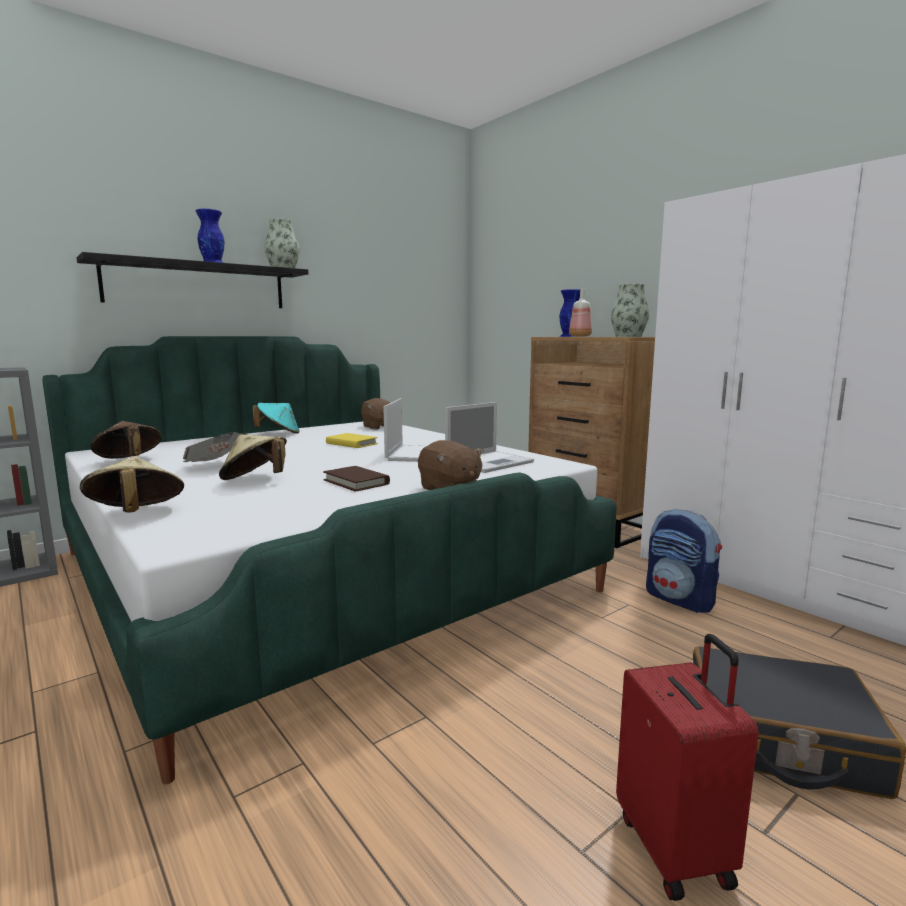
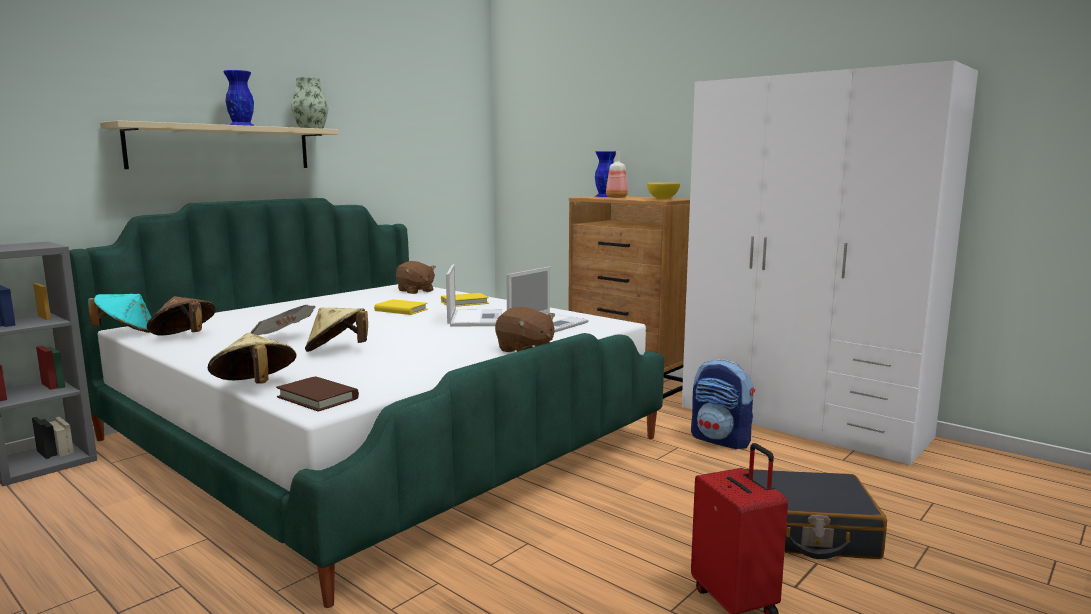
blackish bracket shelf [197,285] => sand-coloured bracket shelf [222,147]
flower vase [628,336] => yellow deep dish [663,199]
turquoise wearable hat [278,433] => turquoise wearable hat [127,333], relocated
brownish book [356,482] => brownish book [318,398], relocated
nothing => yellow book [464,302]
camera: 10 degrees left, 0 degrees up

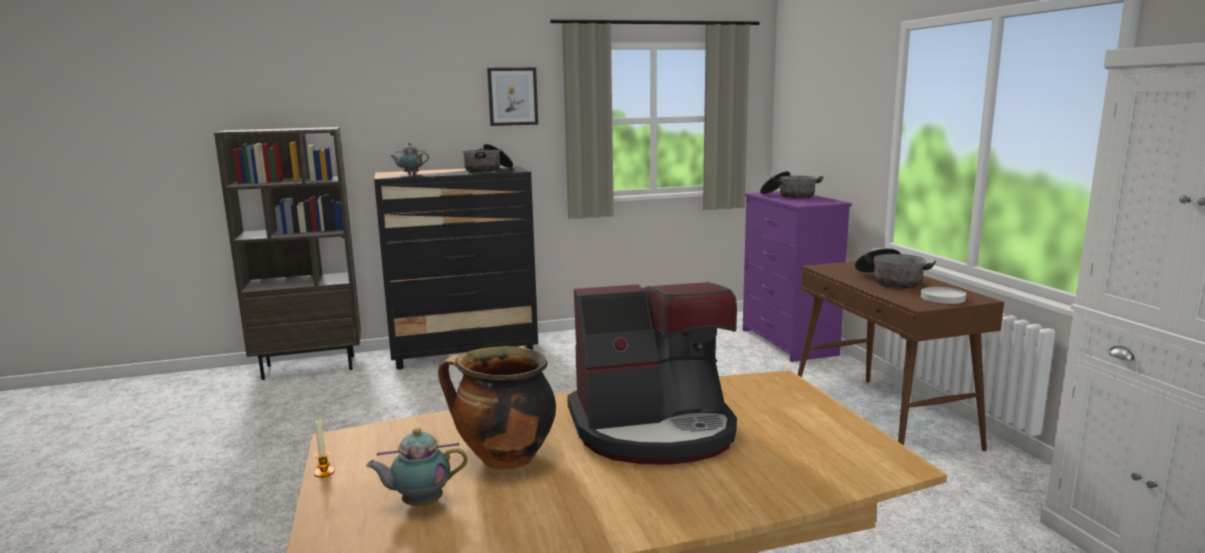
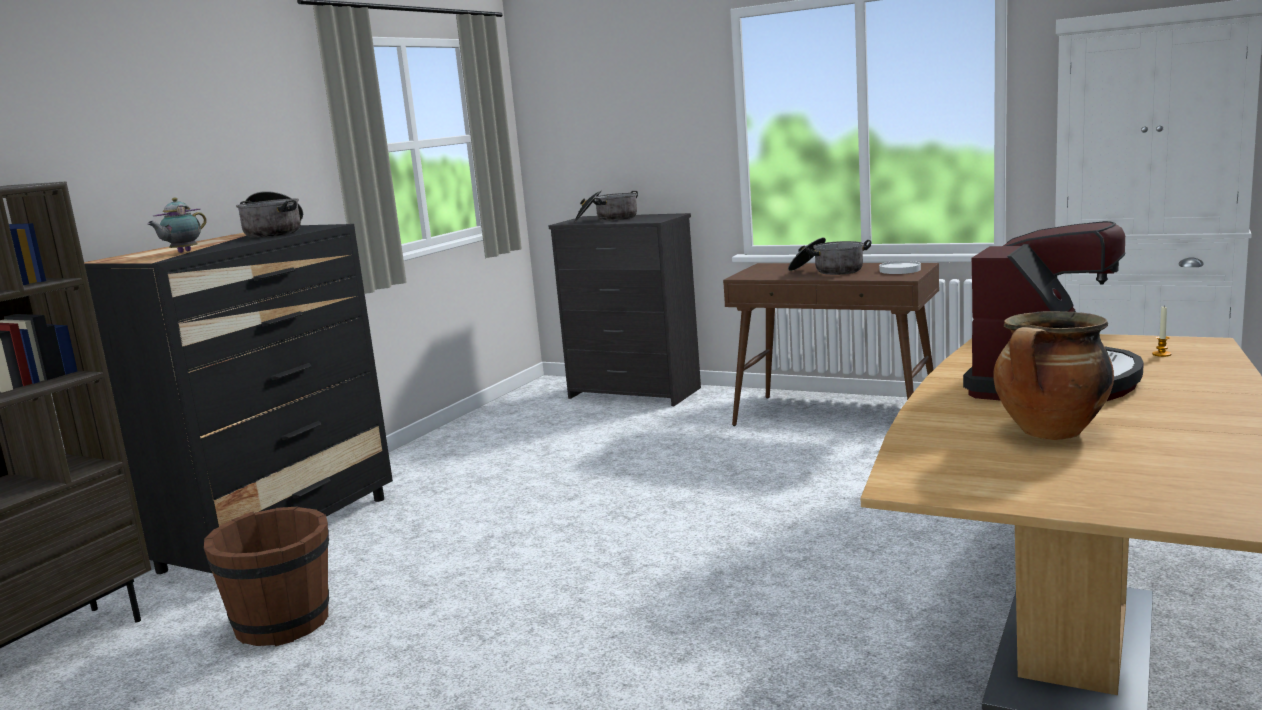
picture [512,96] => nothing
purplish drawer chest [788,342] => blackish drawer chest [635,393]
wax light [324,472] => wax light [1161,354], relocated
pot for tea [420,503] => nothing
nothing => brownish pail [283,624]
camera: 45 degrees left, 0 degrees up

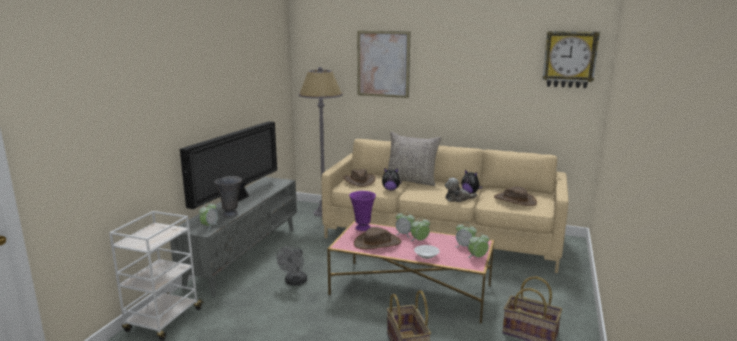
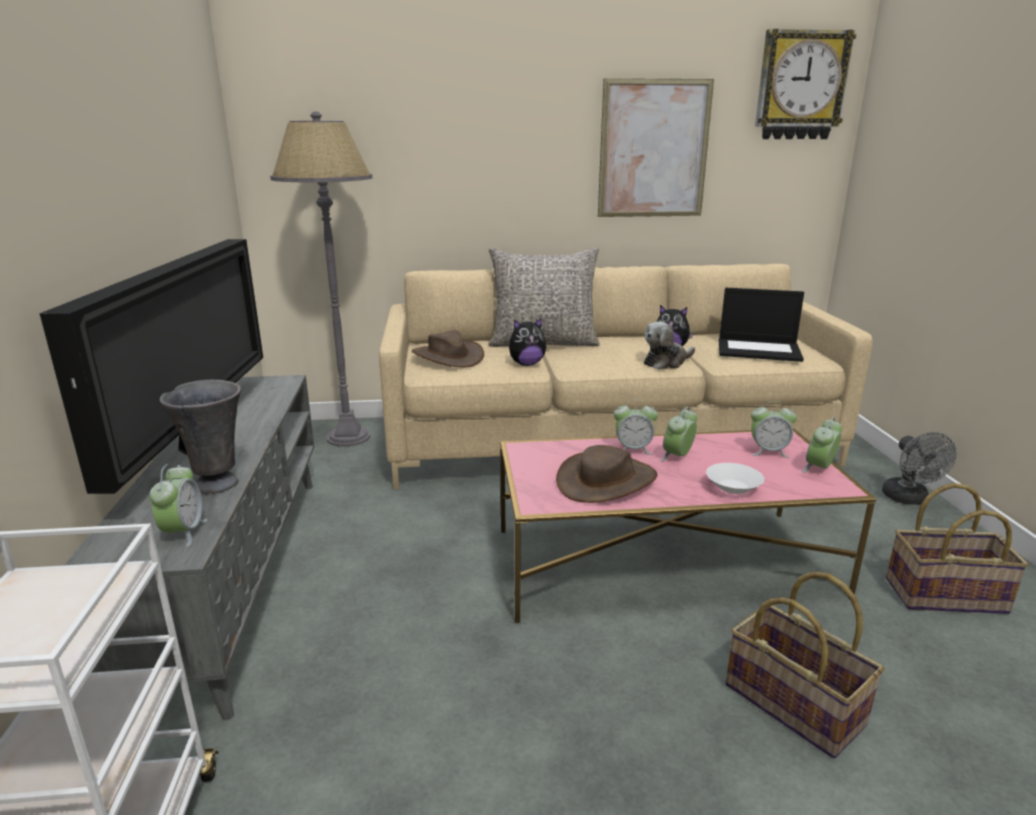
picture [383,64] => picture [654,149], relocated
brownish wearable hat [515,200] => notebook computer [759,350]
purplish flower vase [362,228] => nothing
gray electric fan [294,282] => gray electric fan [909,499], relocated
camera: 25 degrees left, 5 degrees up

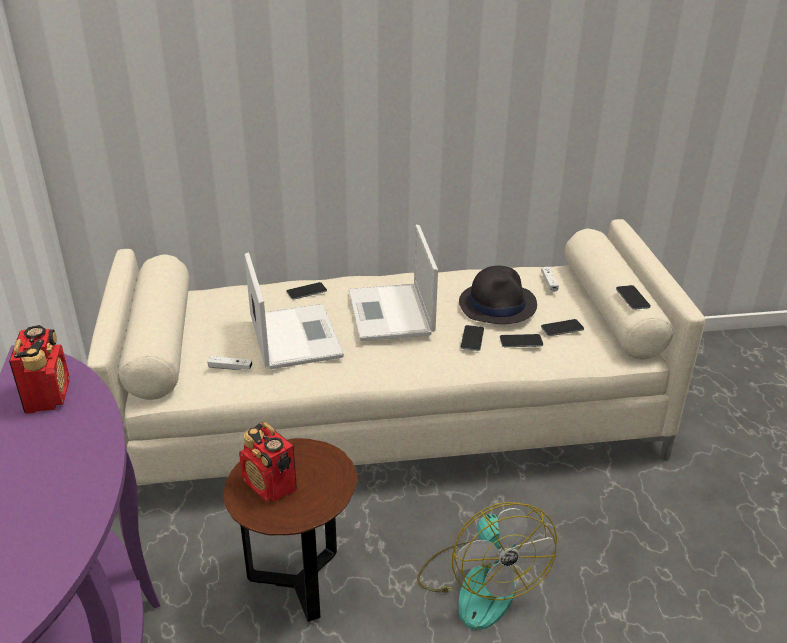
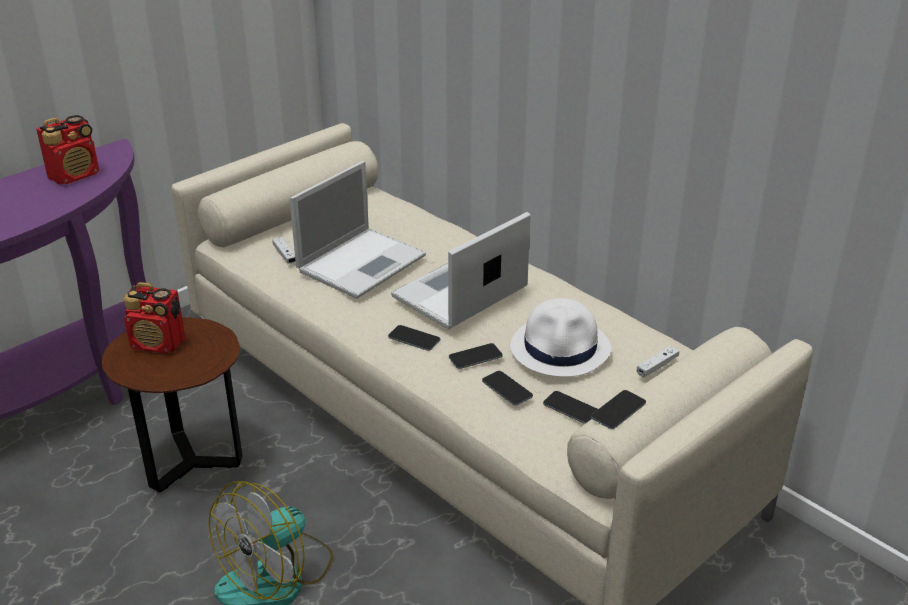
blackish wearable hat [498,304] => whitish wearable hat [561,348]
handset [306,291] => handset [414,338], relocated
radio receiver [270,486] => radio receiver [158,344], 90 degrees counterclockwise
camera: 55 degrees right, 0 degrees up

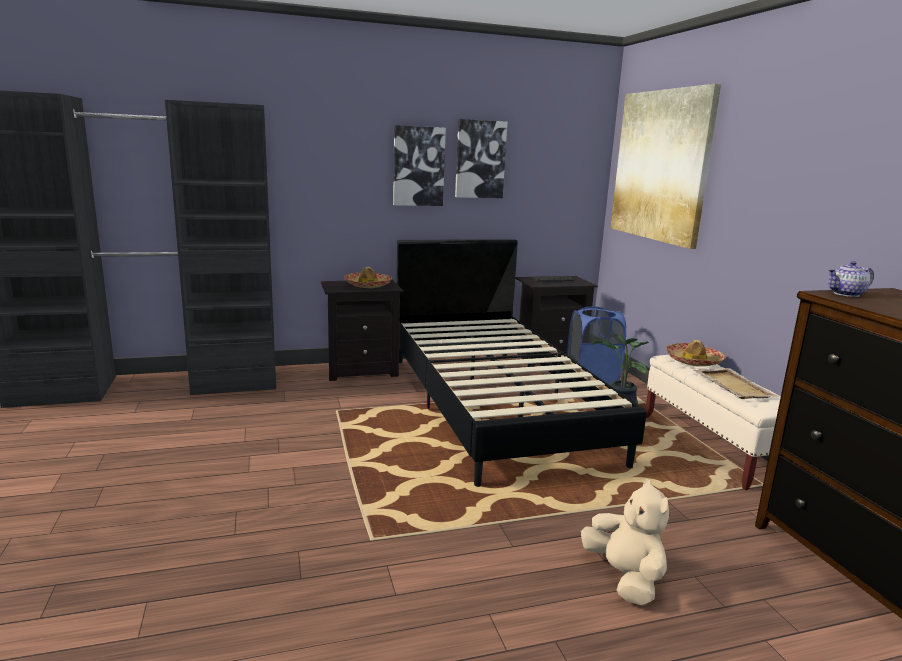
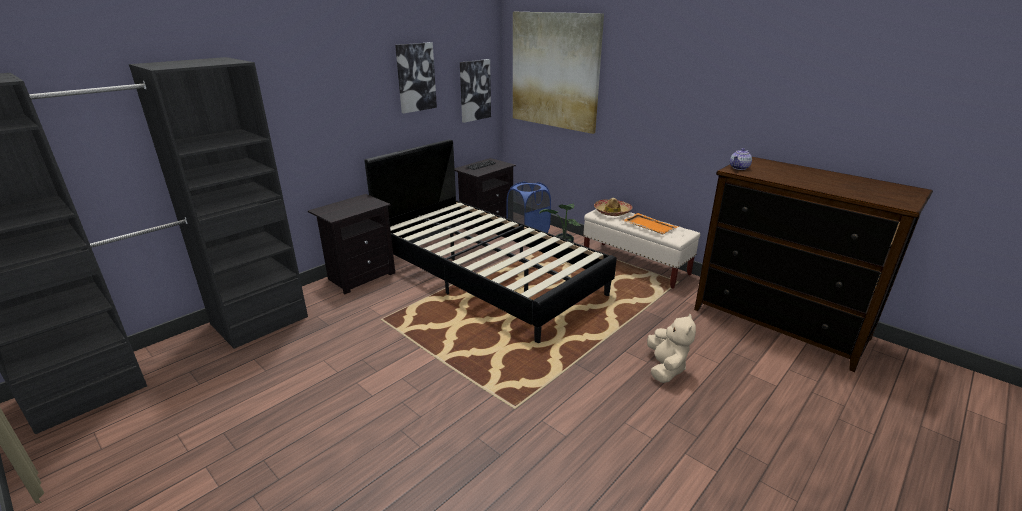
picture [418,166] => picture [474,90], relocated
wearable hat [368,285] => nothing
sand-coloured tray [733,385] => orange tray [649,225]
sand-coloured cuddly toy [624,578] => sand-coloured cuddly toy [665,368], 60 degrees clockwise
camera: 30 degrees left, 10 degrees up

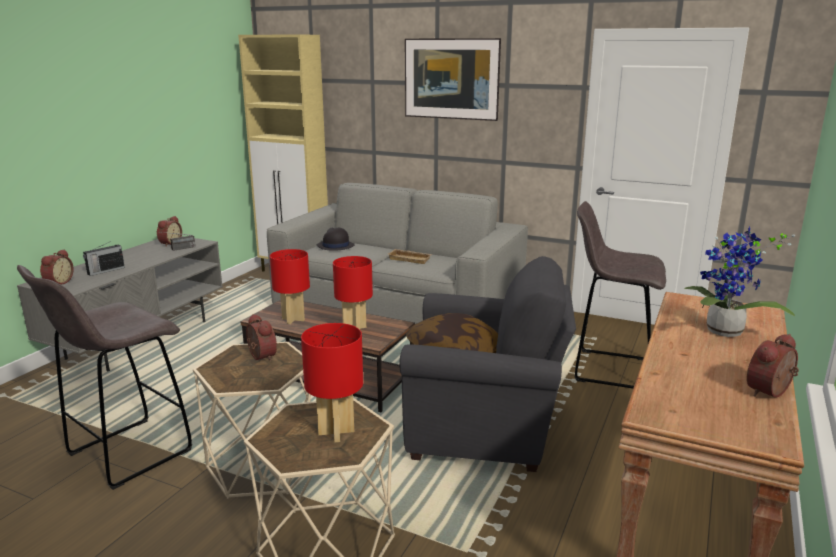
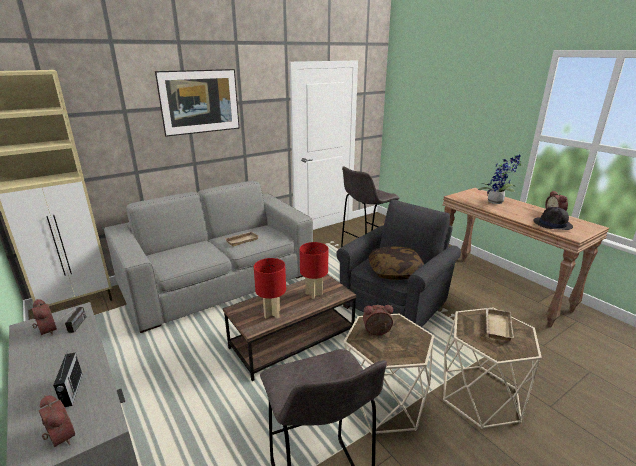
blackish wearable hat [335,246] => blackish wearable hat [552,224], relocated
red tabletop lamp [337,432] => sand-coloured tray [496,326]
camera: 60 degrees left, 5 degrees up

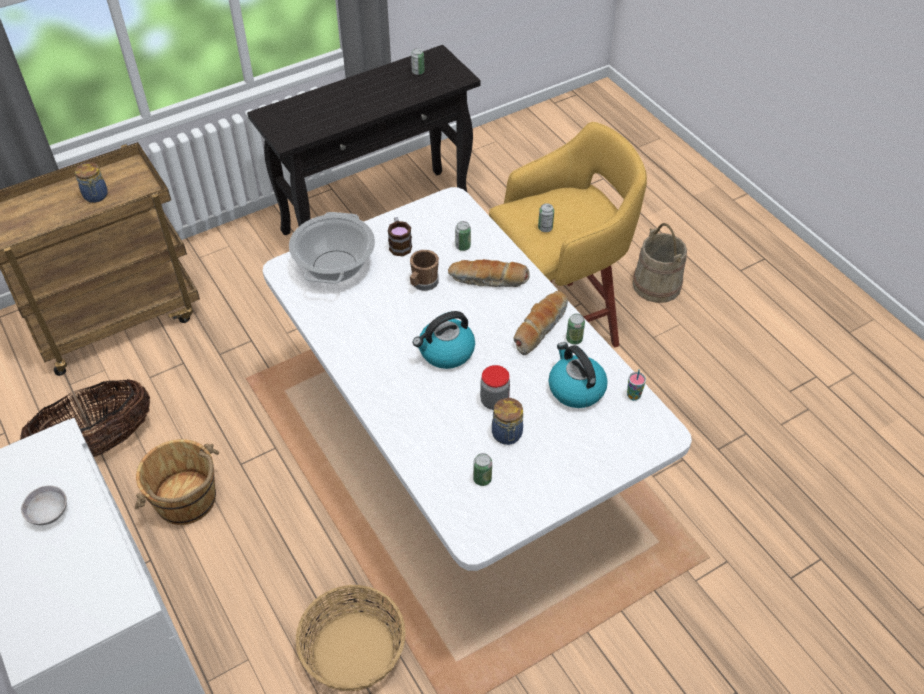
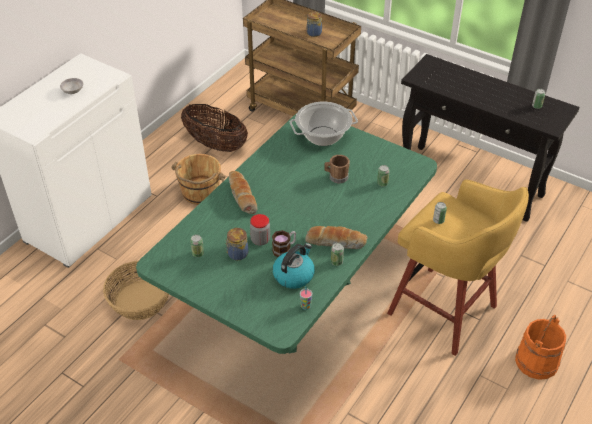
whitish dinner table [461,462] => green-coloured dinner table [295,301]
coffee mug [399,244] => coffee mug [284,249], relocated
sand-coloured pail [656,285] => orange pail [536,361]
bread [488,280] => bread [241,196], relocated
kettle [445,352] => nothing
camera: 65 degrees right, 5 degrees down

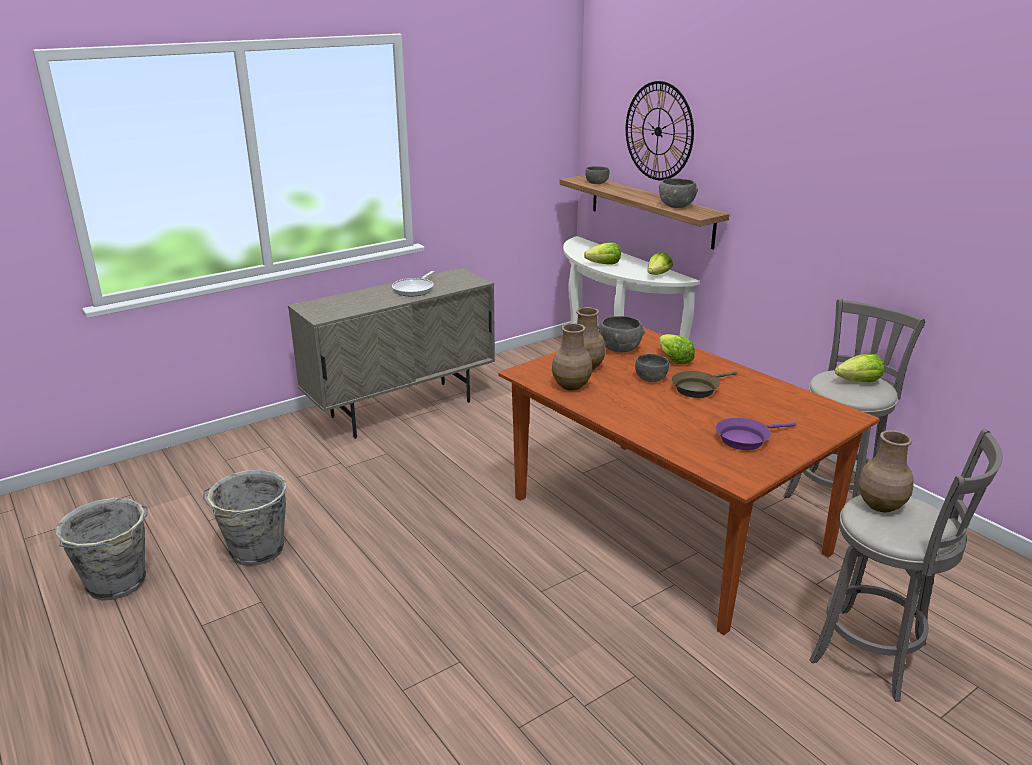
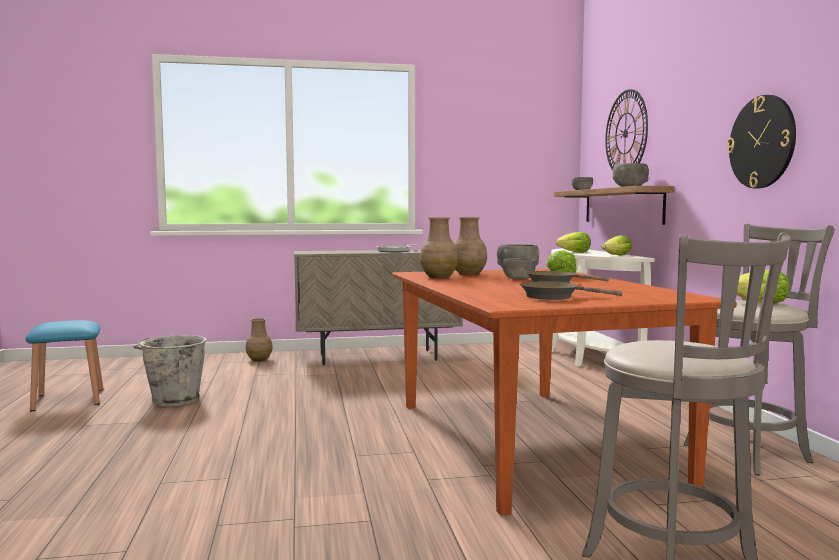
purplish skillet [746,439] => brownish skillet [554,297]
brownish flower vase [879,505] => brownish flower vase [259,360], relocated
gray pail [118,584] => blue stool seat [68,399]
nothing => clock on the wall [762,142]
camera: 25 degrees right, 20 degrees down

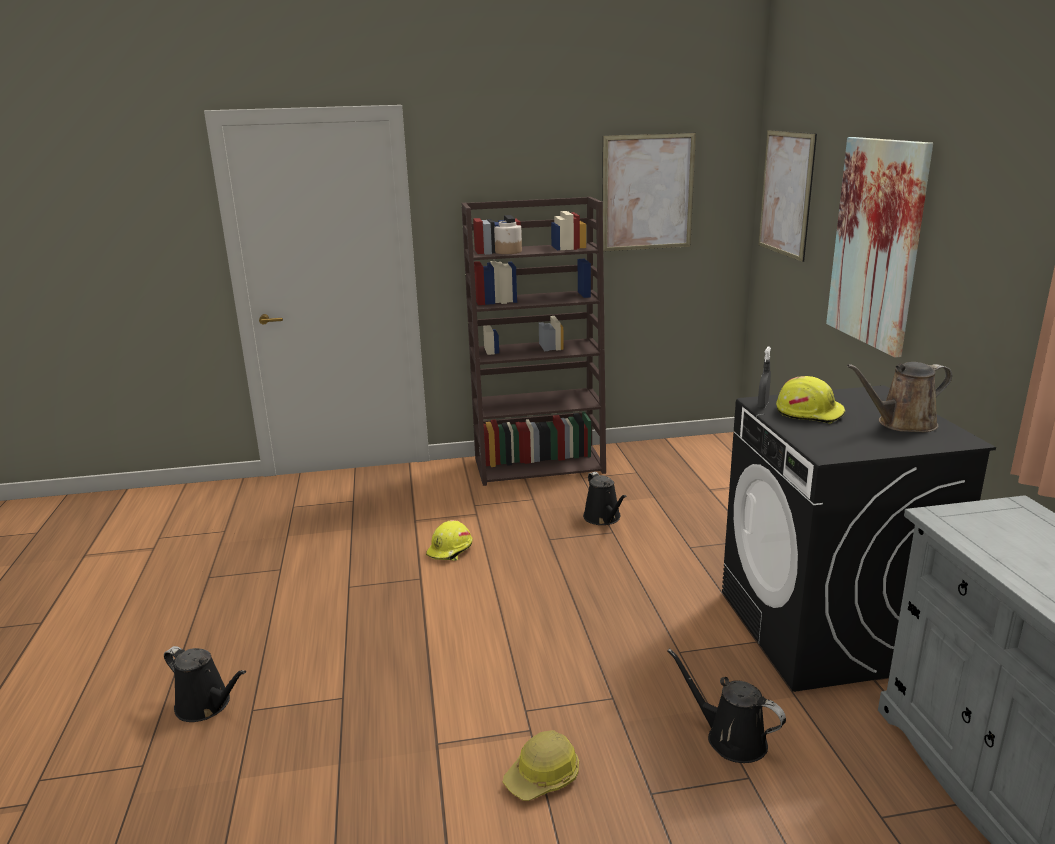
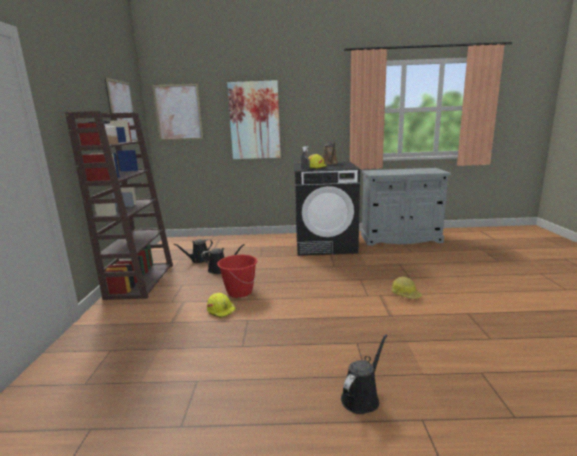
blackish watering pot [730,738] => blackish watering pot [199,260], relocated
nothing => red pail [239,292]
camera: 80 degrees left, 5 degrees down

